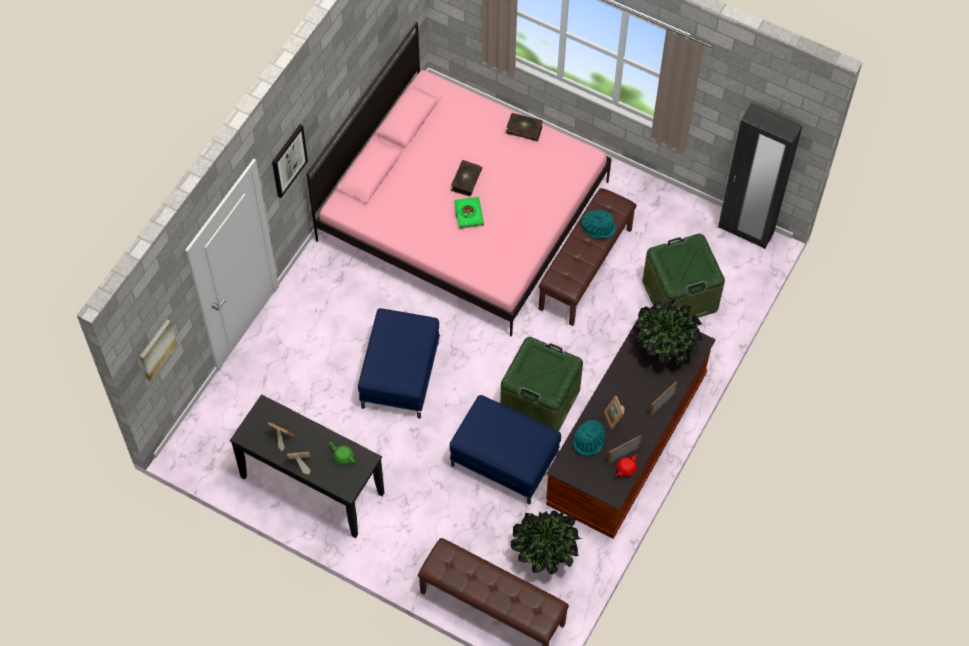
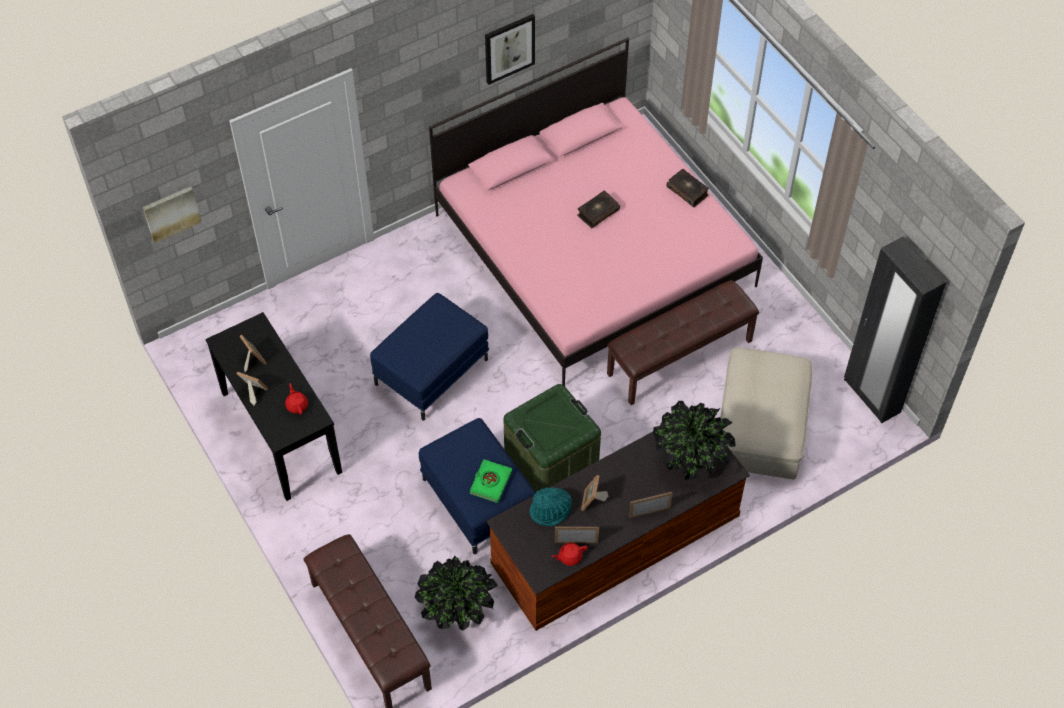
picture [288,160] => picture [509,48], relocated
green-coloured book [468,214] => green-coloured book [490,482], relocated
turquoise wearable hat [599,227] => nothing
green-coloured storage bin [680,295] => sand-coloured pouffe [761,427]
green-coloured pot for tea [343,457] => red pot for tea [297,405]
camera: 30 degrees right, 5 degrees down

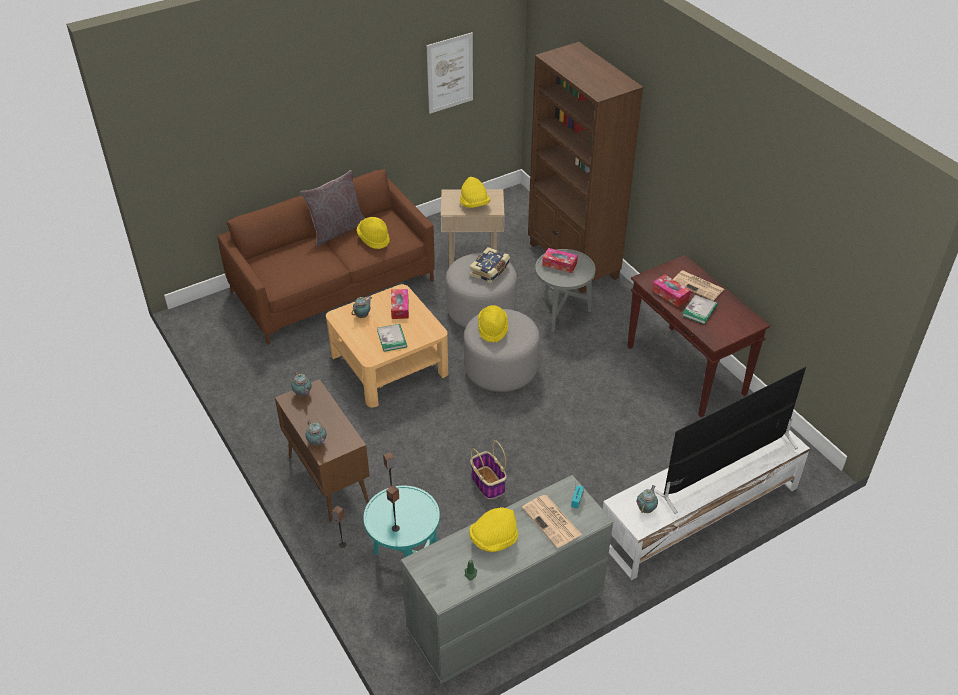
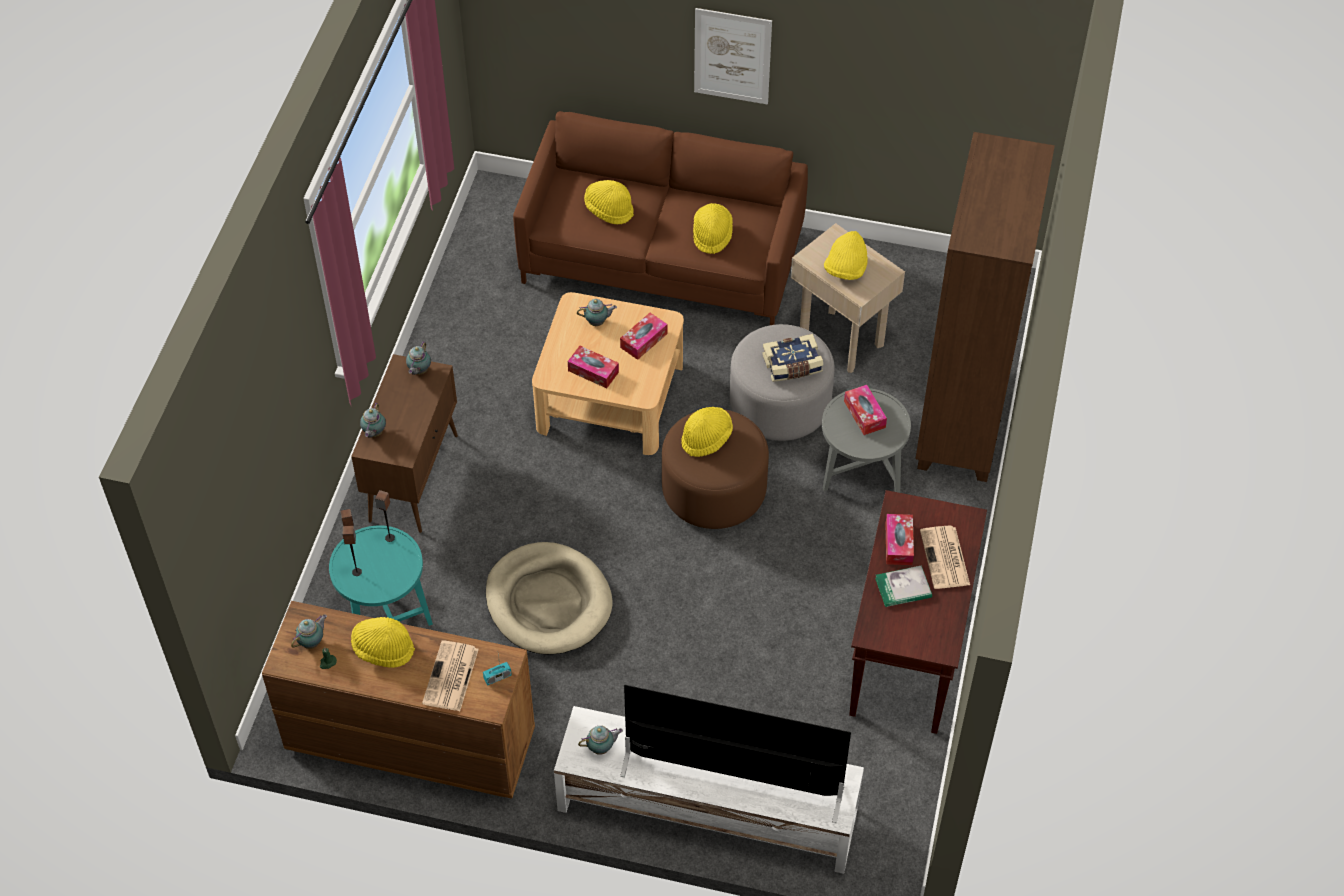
picture [450,73] => picture [732,56], relocated
gray cushion [337,230] => nothing
gray pouffe [500,368] => brownish pouffe [714,490]
book [392,339] => tissue box [593,371]
household basket [487,483] => sand-coloured dog bed [548,602]
gray drawer chest [504,615] => brownish drawer chest [409,740]
nothing => yellow wearable hat [609,210]
nothing => pot for tea [312,642]
camera: 45 degrees right, 10 degrees up

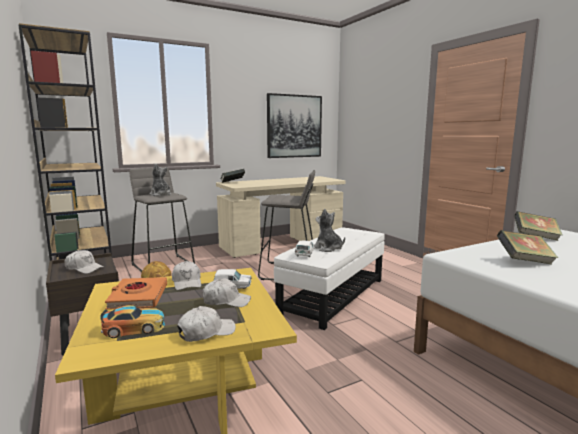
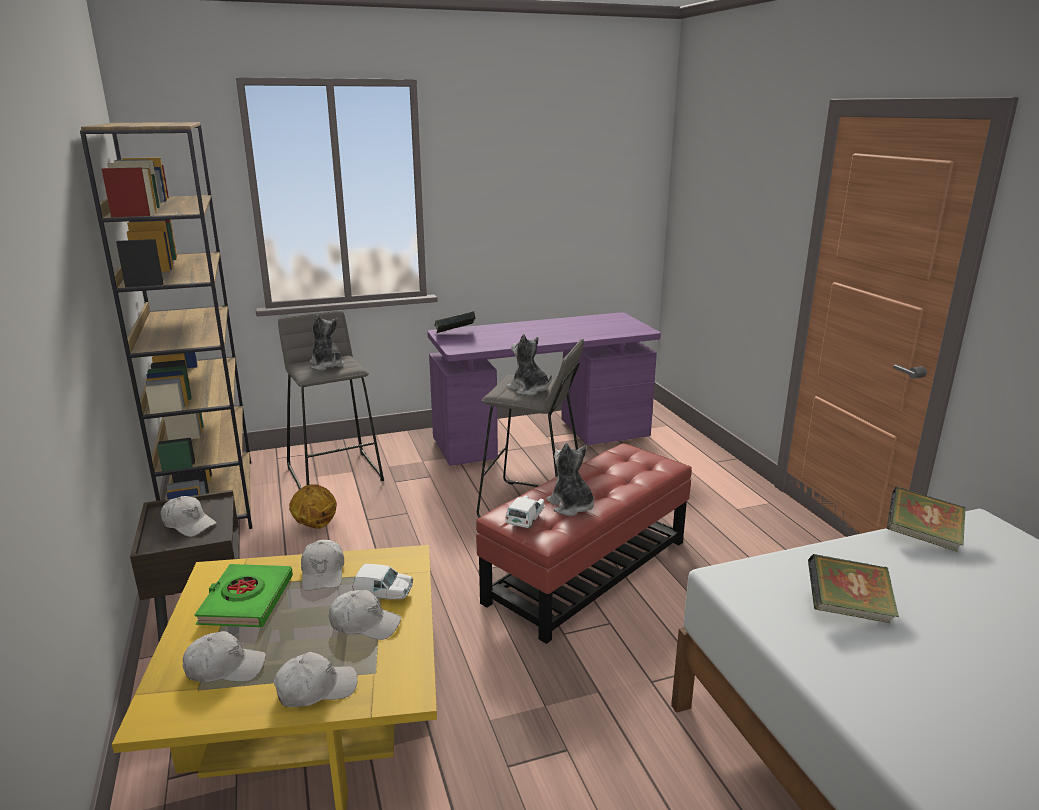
picture [294,126] => nothing
sand-coloured desk [282,245] => purplish desk [542,439]
whitish pouffe [334,296] => red pouffe [588,571]
orange book [138,297] => green-coloured book [246,601]
toy car [134,328] => whitish peaked cap [225,667]
nothing => cuddly toy [529,389]
camera: 10 degrees right, 10 degrees up

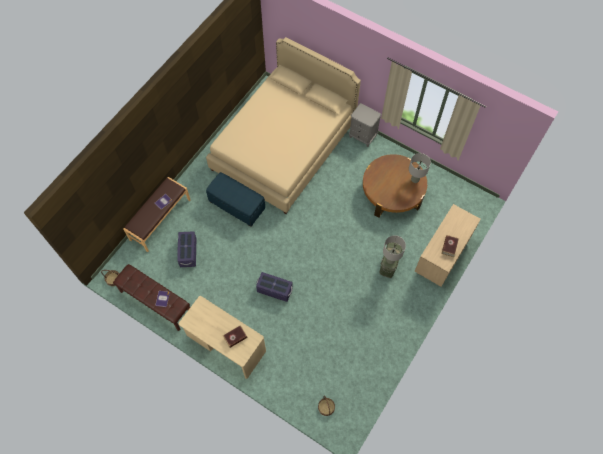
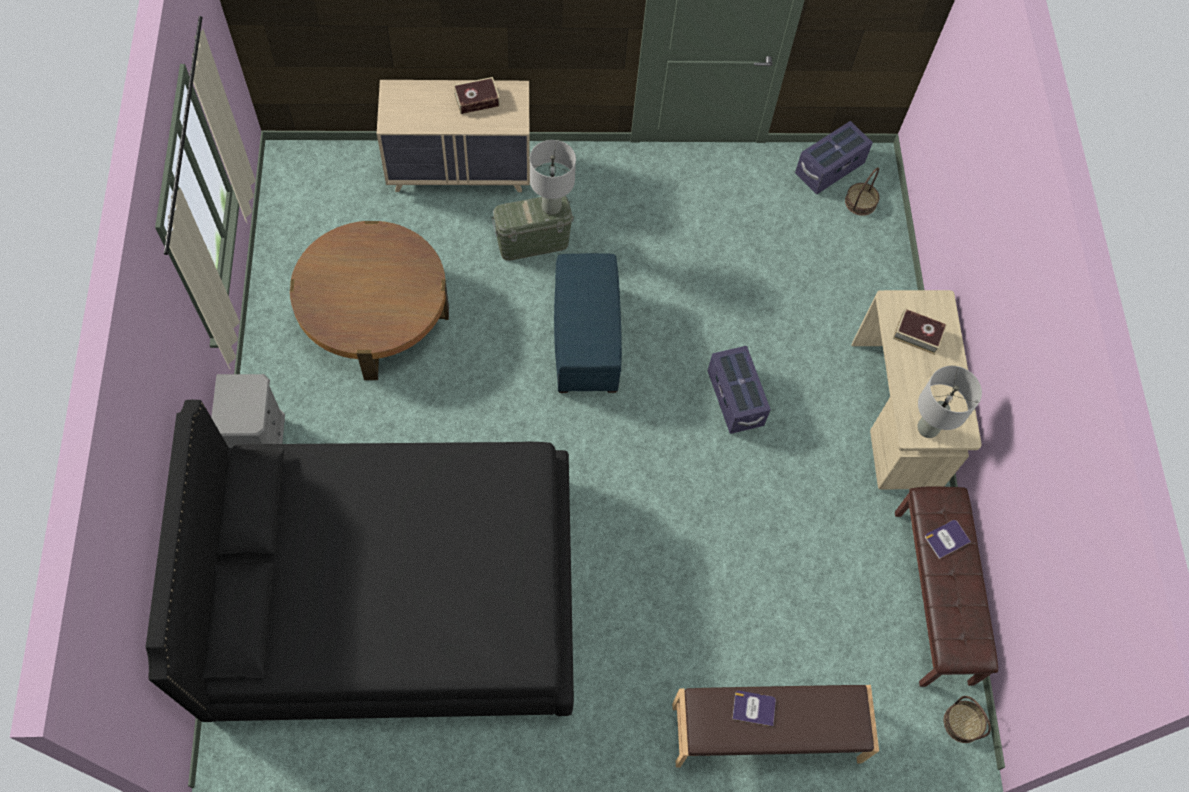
sand-coloured bedroom bed [283,146] => blackish bedroom bed [394,595]
gray tabletop lamp [415,179] => gray tabletop lamp [927,428], relocated
blue pouffe [237,205] => blue pouffe [585,339], relocated
purplish storage bin [188,253] => purplish storage bin [829,168], relocated
camera: 130 degrees left, 0 degrees up

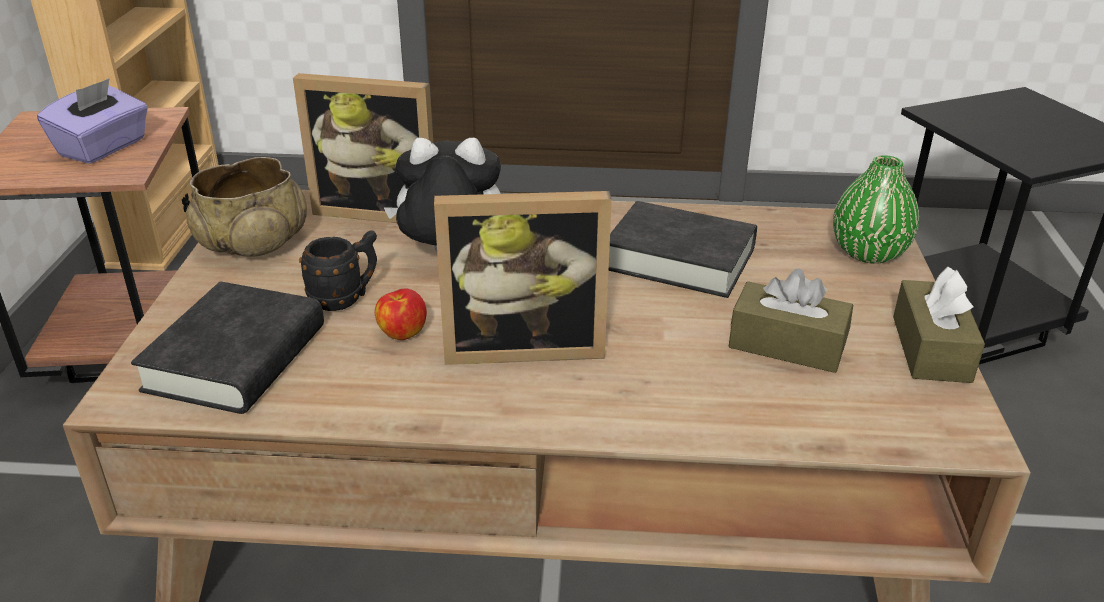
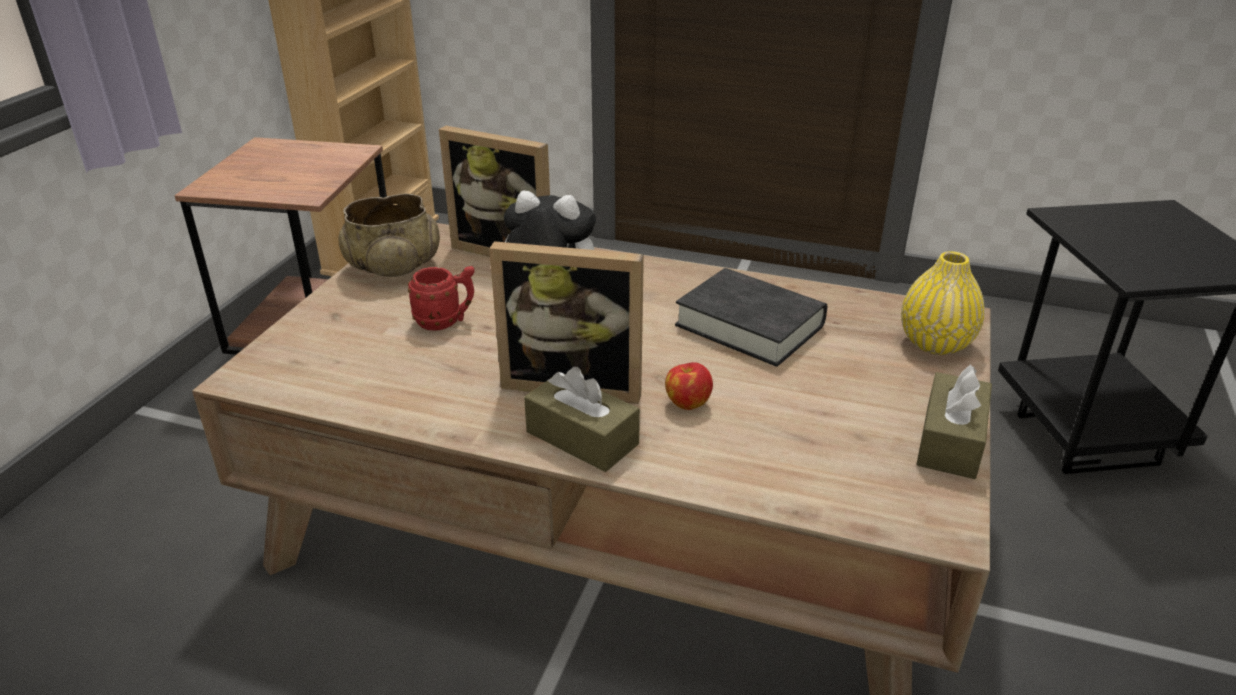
purplish tissue box [103,148] => nothing
green-coloured flower vase [868,252] => yellow flower vase [935,343]
blackish coffee mug [345,298] => red coffee mug [446,321]
brownish tissue box [787,345] => brownish tissue box [582,438], relocated
blackish book [236,359] => nothing
apple fruit [402,333] => apple fruit [687,403], relocated
camera: 15 degrees right, 0 degrees up

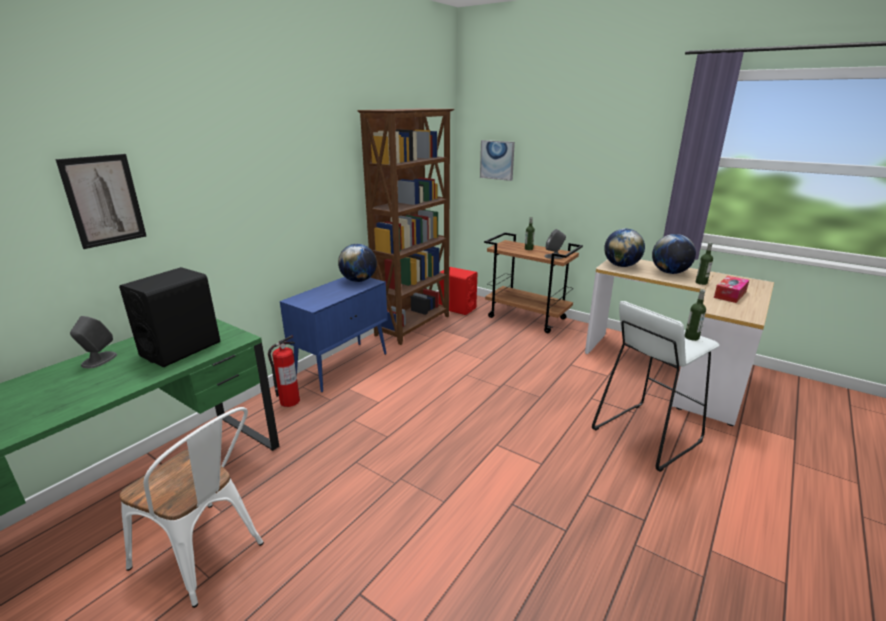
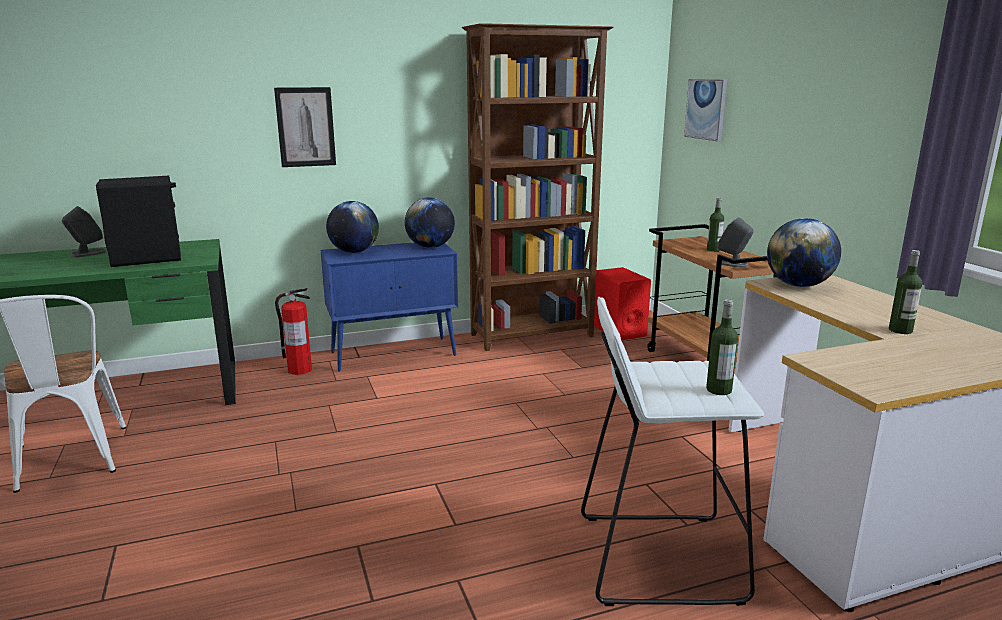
picture [104,200] => picture [305,127], relocated
desk globe [670,272] => desk globe [354,252], relocated
tissue box [730,294] => nothing
camera: 35 degrees right, 5 degrees down

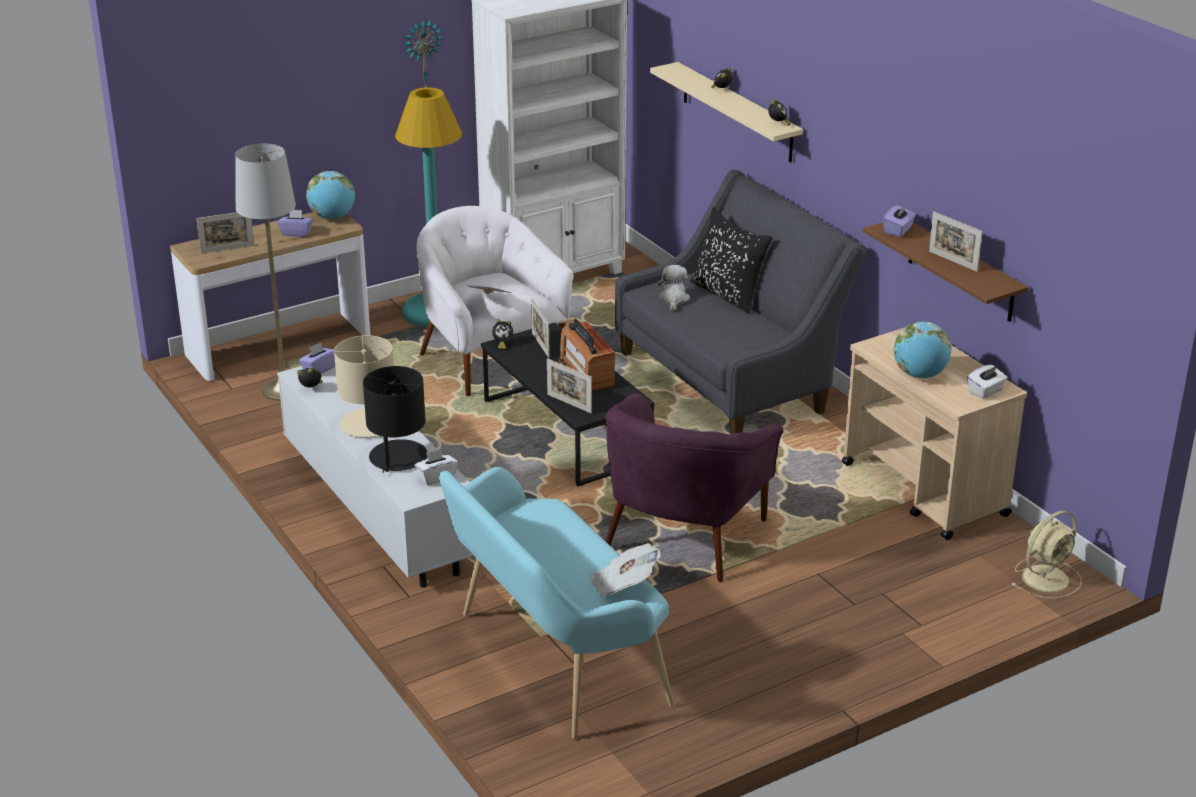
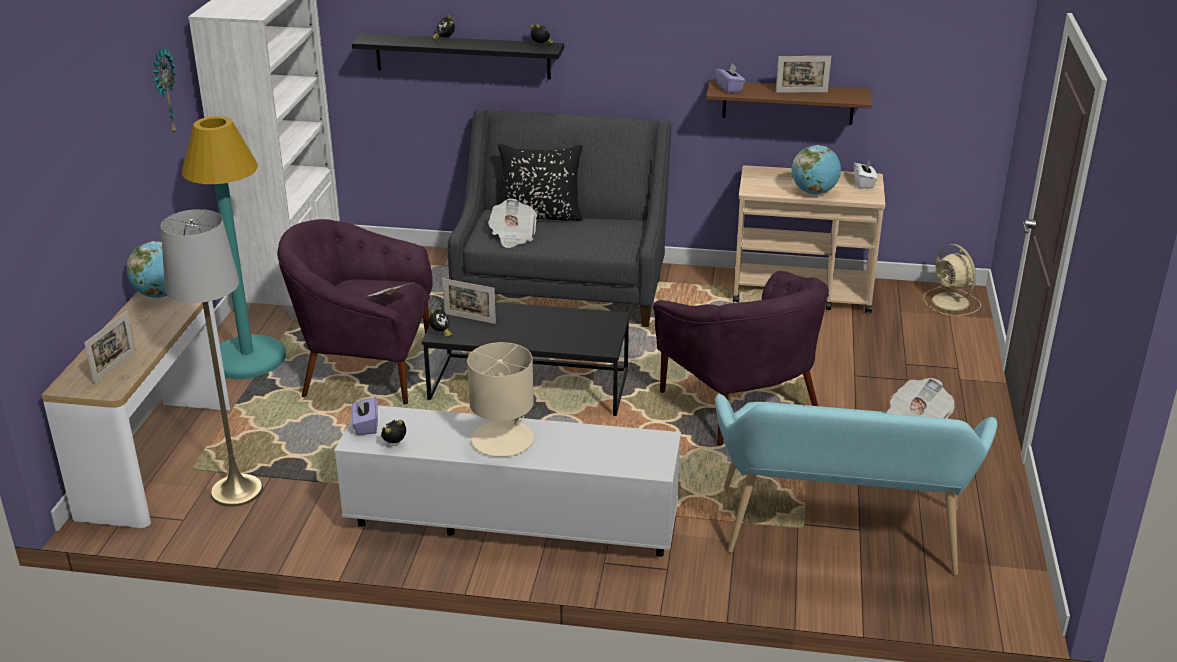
sand-coloured bracket shelf [737,112] => blackish bracket shelf [462,56]
whitish easy chair [489,359] => purplish easy chair [366,369]
purplish tissue box [296,233] => nothing
cuddly toy [674,299] => newspaper [513,236]
radio receiver [586,373] => nothing
photo frame [569,403] => nothing
blackish tabletop lamp [398,457] => nothing
whitish tissue box [436,477] => nothing
sand-coloured electric fan [1047,578] => sand-coloured electric fan [951,302], 150 degrees clockwise
camera: 50 degrees left, 0 degrees up

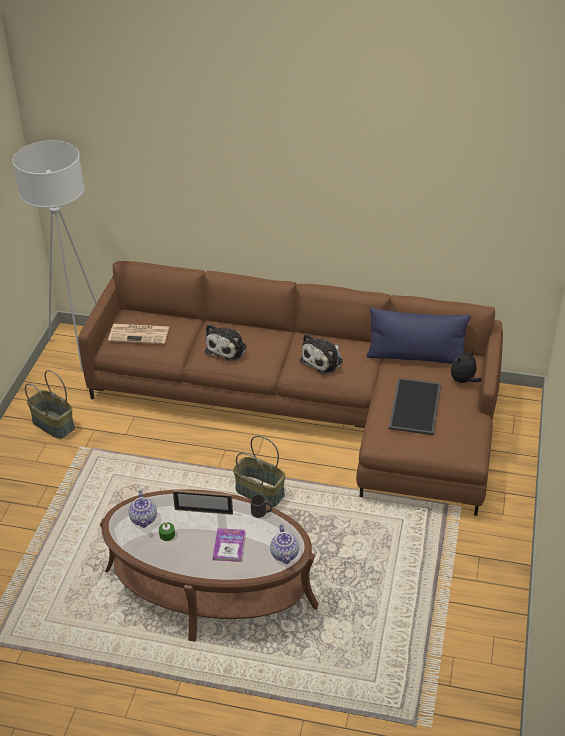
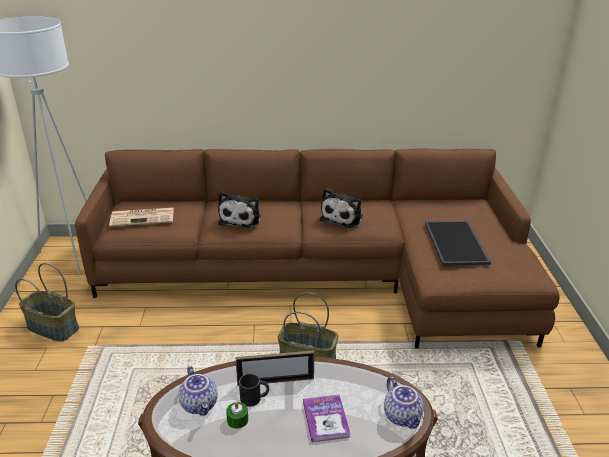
blue cushion [416,357] => nothing
cuddly toy [463,381] => nothing
blackish coffee mug [261,512] => blackish coffee mug [254,398], relocated
camera: 15 degrees left, 10 degrees down

